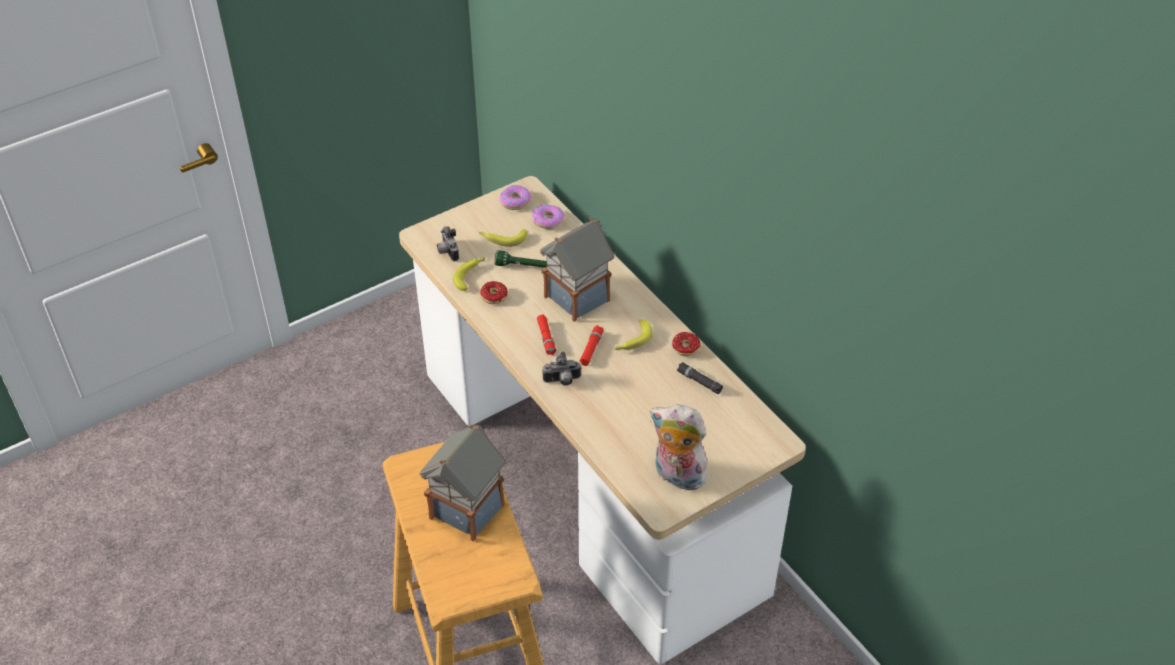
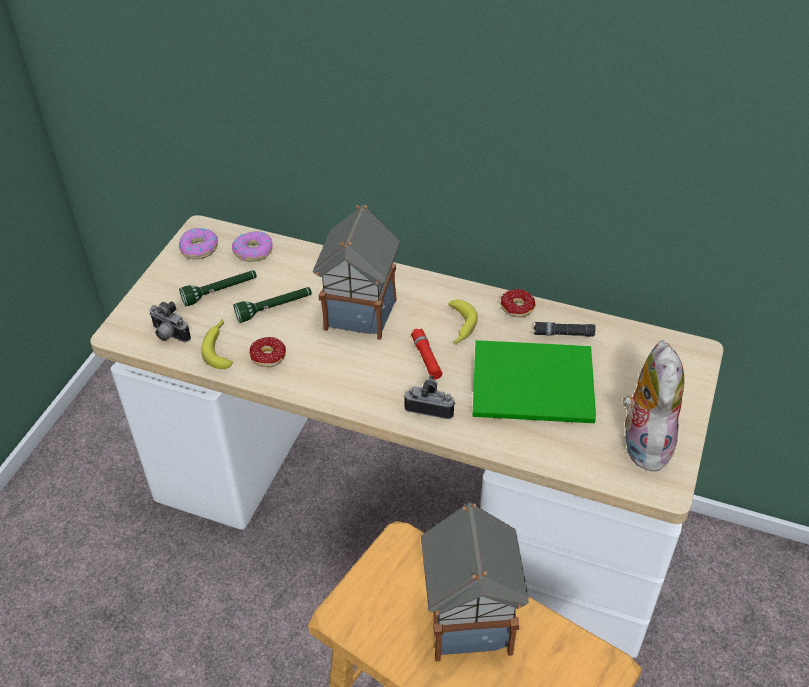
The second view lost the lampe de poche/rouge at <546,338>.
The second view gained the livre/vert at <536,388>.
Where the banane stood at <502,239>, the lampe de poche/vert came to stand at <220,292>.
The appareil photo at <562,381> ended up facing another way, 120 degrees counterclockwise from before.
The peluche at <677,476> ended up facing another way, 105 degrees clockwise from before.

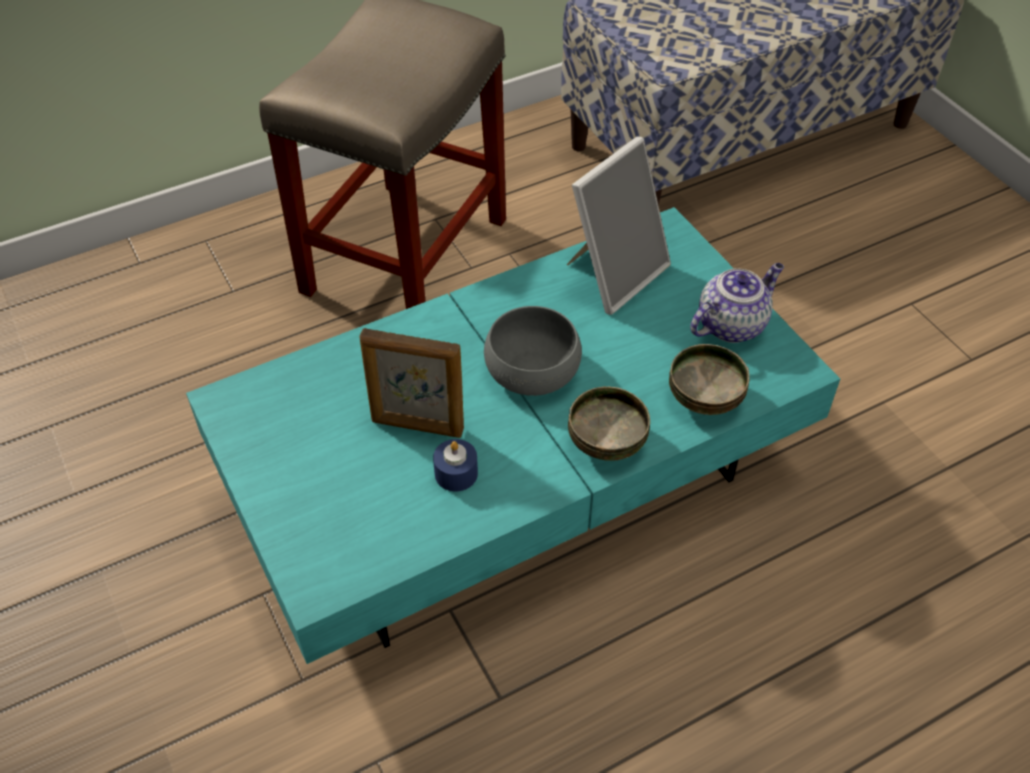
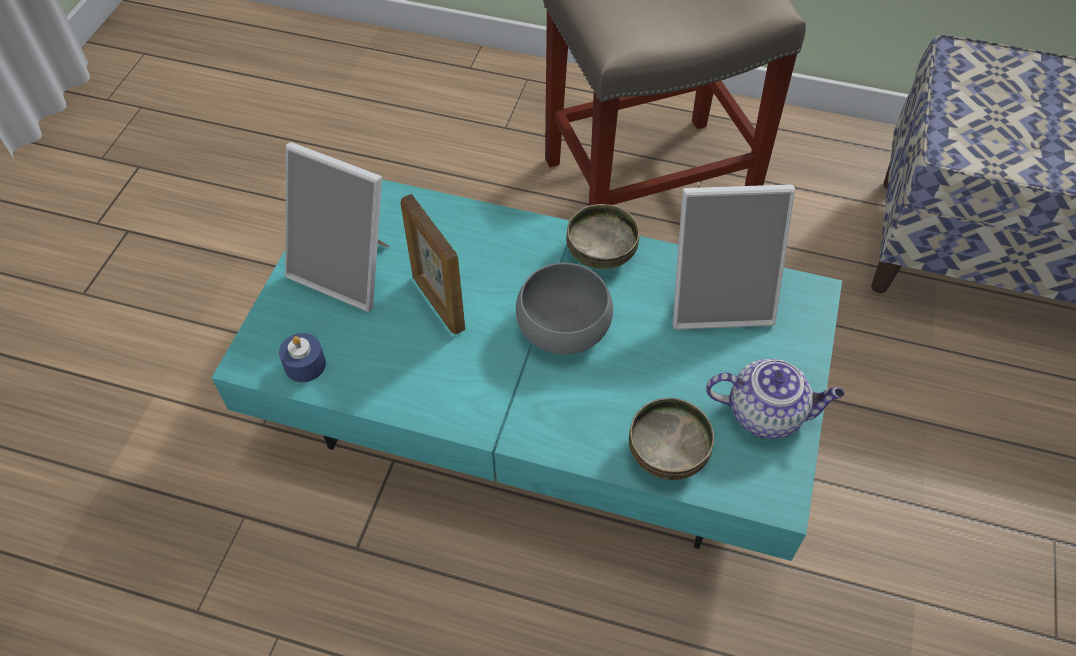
The second view gained the cadre photo at <348,270>.
The bougie/bleu ended up elsewhere, having gone from <456,473> to <305,365>.
The bol ended up elsewhere, having gone from <605,442> to <600,253>.

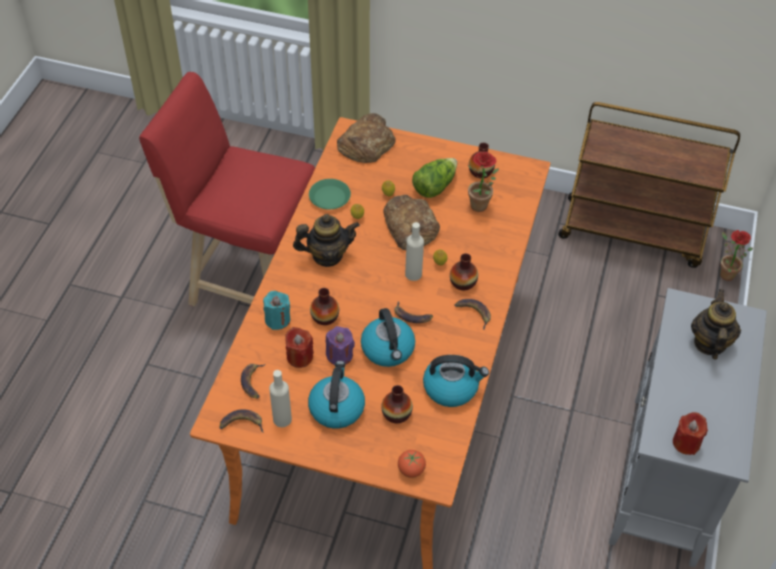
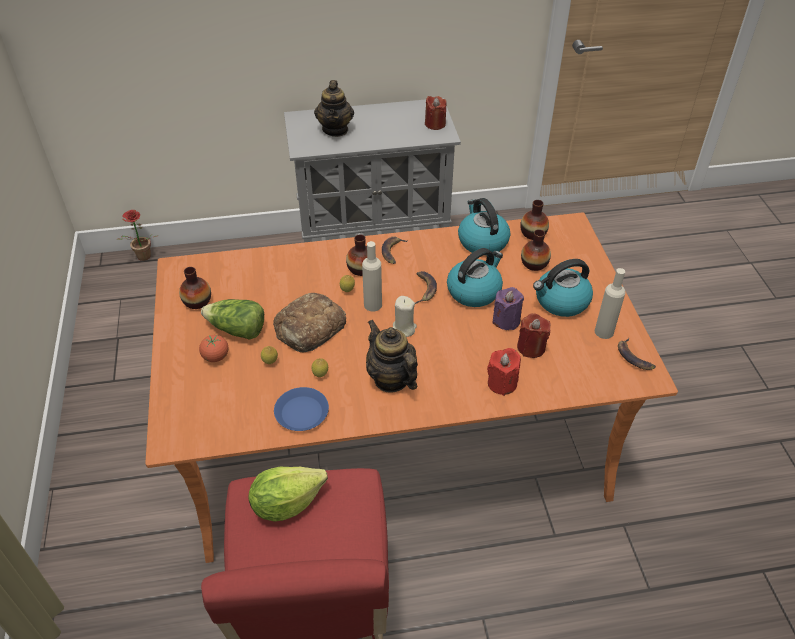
The second view lost the banane at <253,382>.
The second view lost the pain at <366,144>.
The second view lost the plante en pot at <481,208>.
The second view lost the chariot/marron at <633,232>.
The second view gained the laitue at <286,503>.
The second view gained the bougie/beige at <403,328>.
The vase ended up elsewhere, having gone from <325,317> to <533,233>.
The tomate ended up elsewhere, having gone from <411,470> to <216,357>.
What was the bougie/turquoise at <277,319> turned into the bougie/rouge at <502,383>.
What was the assiette/vert at <330,197> turned into the assiette/bleu at <301,412>.
The théière at <709,343> ended up facing another way, 75 degrees counterclockwise from before.

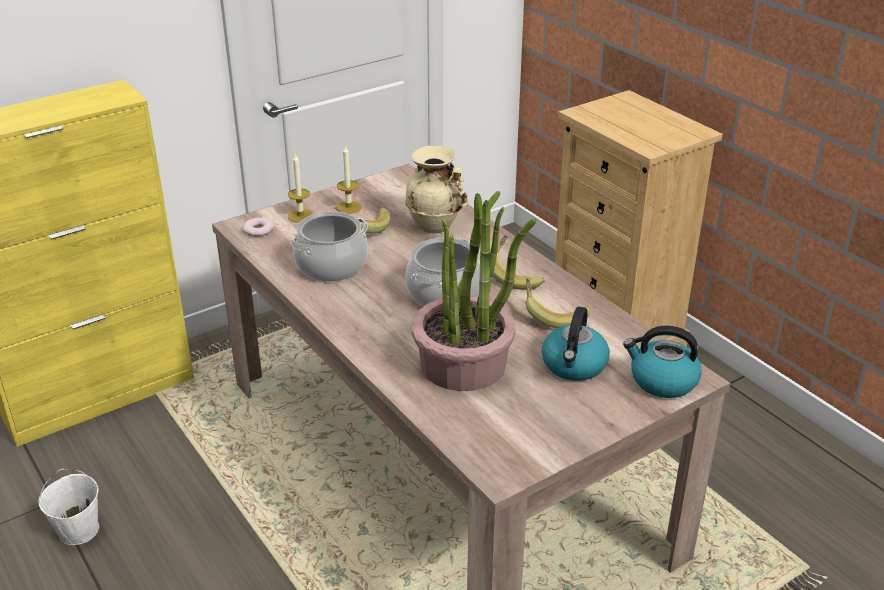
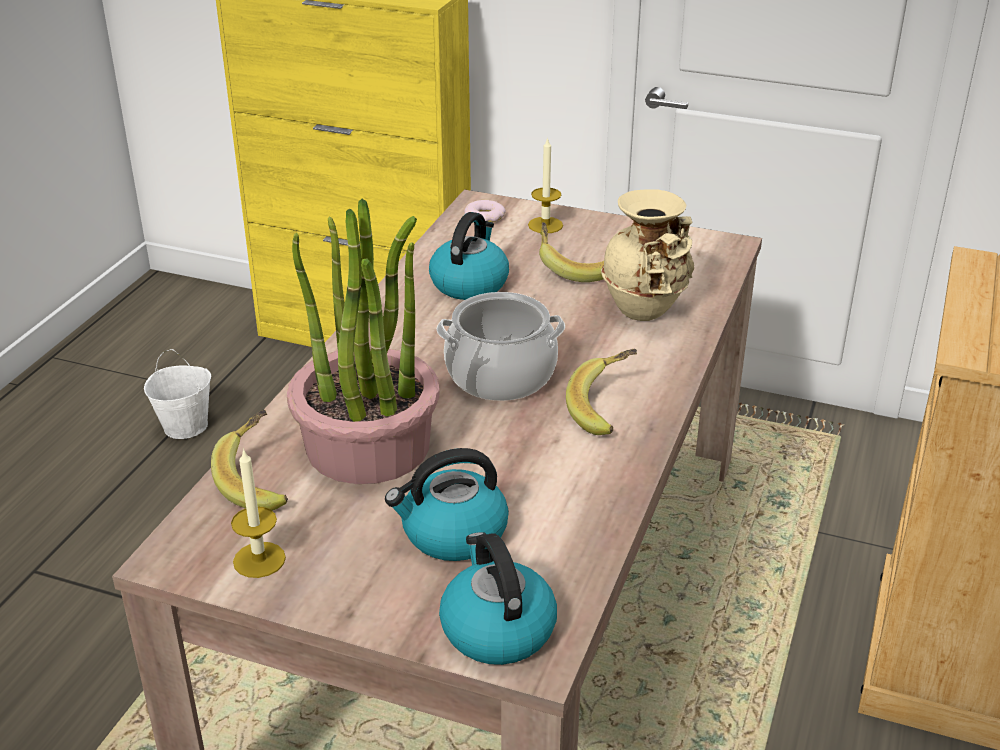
The bougie ended up elsewhere, having gone from <348,207> to <259,560>.
The banane ended up elsewhere, having gone from <552,315> to <261,481>.
Where the marmite stood at <332,266>, the bouilloire came to stand at <469,283>.

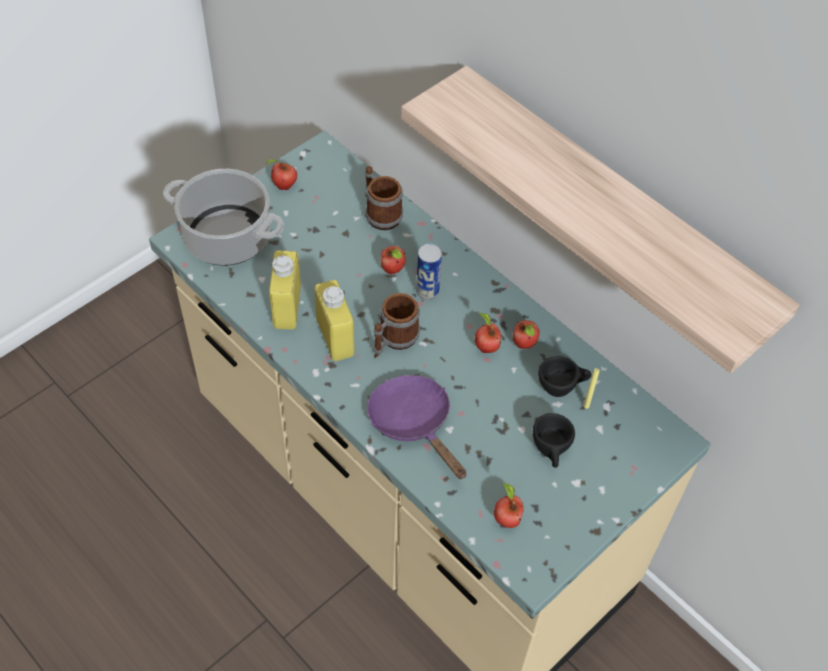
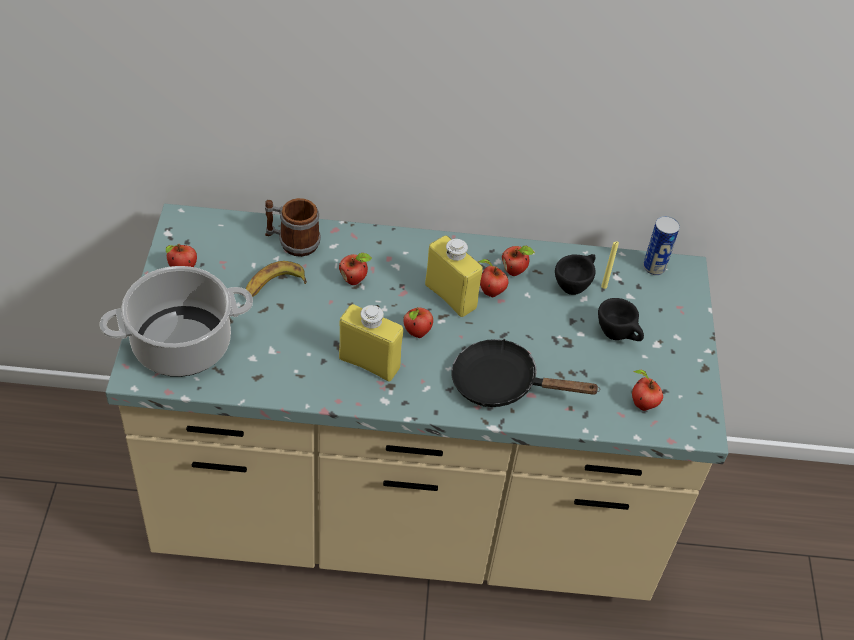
The second view lost the étagère at <610,213>.
The second view gained the banane at <273,286>.
The bouteille/jaune ended up elsewhere, having gone from <287,307> to <450,296>.
The boîte métallique ended up elsewhere, having gone from <427,291> to <654,267>.
Where the mug stood at <393,340>, the pomme came to stand at <417,334>.
What was the poêle/violet at <414,423> turned into the poêle/noir at <502,384>.

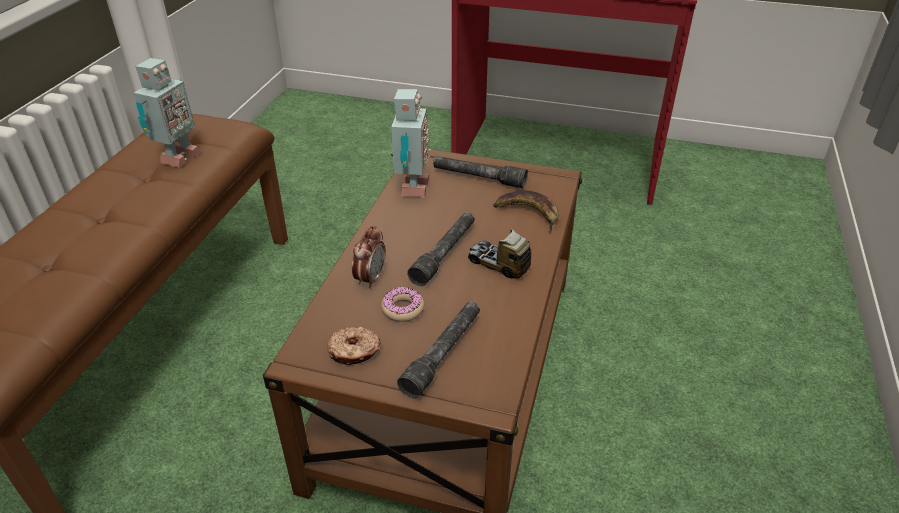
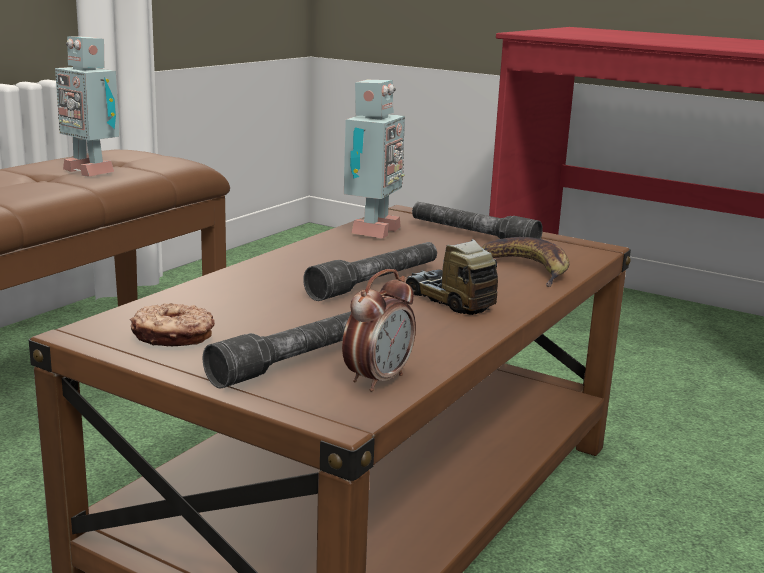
The second view lost the beignet at <402,309>.
The réveil ended up elsewhere, having gone from <370,278> to <378,380>.
The robot jouet at <177,158> ended up facing another way, 90 degrees clockwise from before.

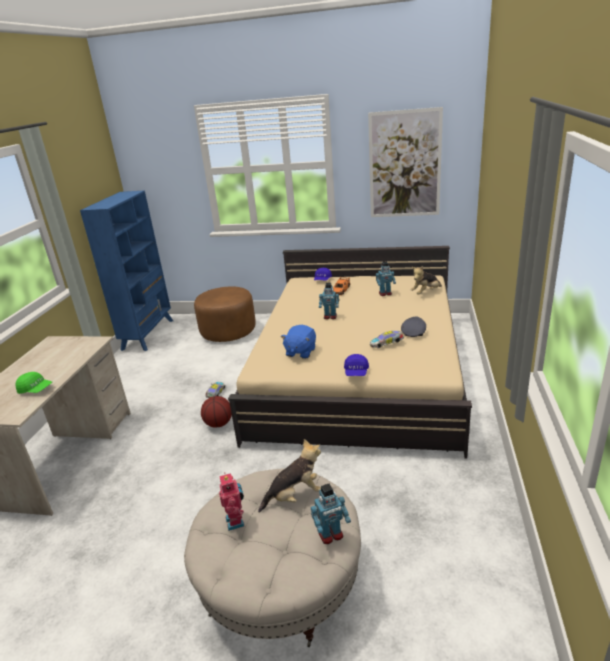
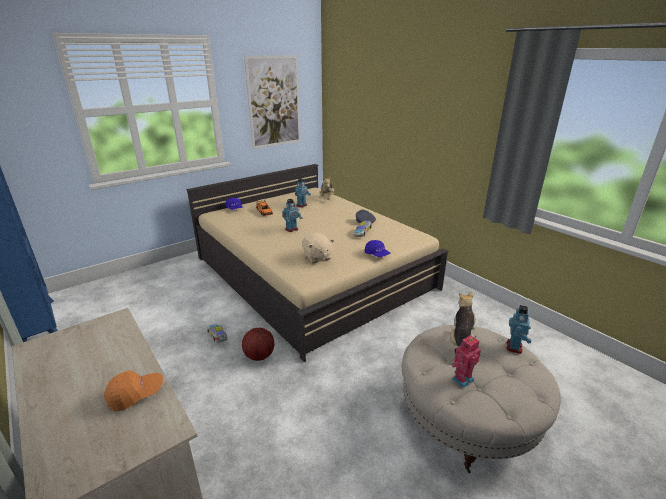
The second view lost the pouf/marron at <228,331>.
What was the casquette/vert at <36,389> turned into the casquette/orange at <136,395>.
What was the peluche/bleu at <300,352> turned into the peluche/beige at <317,257>.
The robot jouet at <236,521> ended up facing another way, 60 degrees counterclockwise from before.

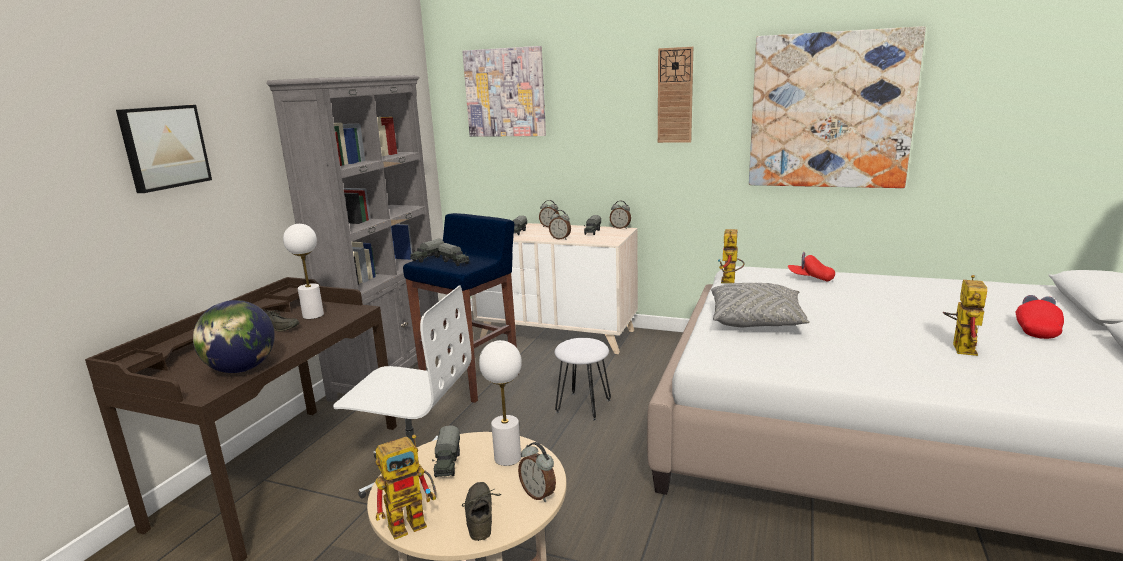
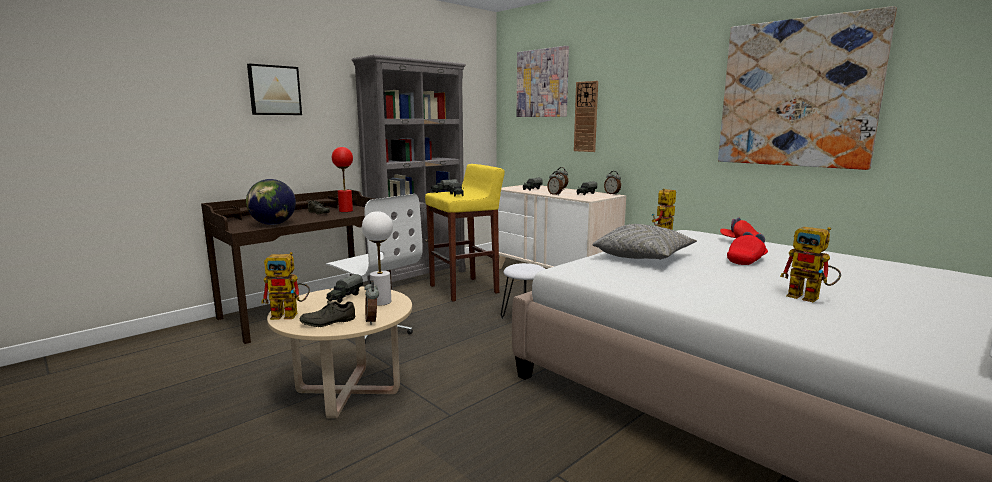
The horloge murale ended up elsewhere, having gone from <675,95> to <586,117>.
The casquette/rouge ended up elsewhere, having gone from <1036,329> to <746,260>.
What was the lampe de table/blanc at <313,315> turned into the lampe de table/rouge at <345,211>.
What was the tabouret/bleu at <471,379> turned into the tabouret/jaune at <465,289>.
The chaussure/gris at <482,515> ended up facing another way, 135 degrees counterclockwise from before.
The robot jouet at <960,346> ended up facing another way, 90 degrees clockwise from before.

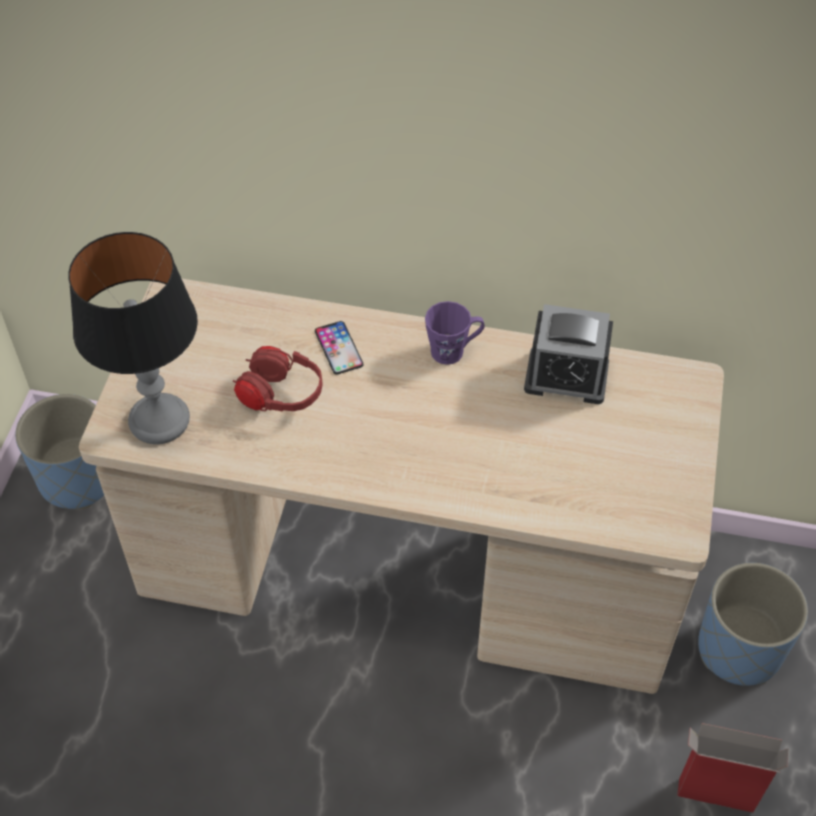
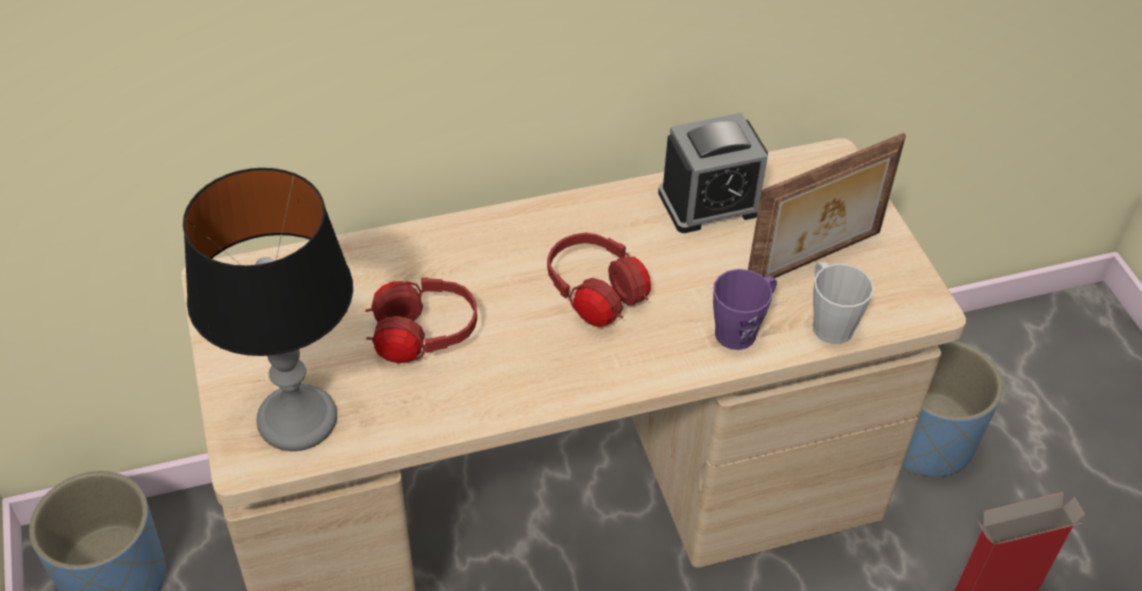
The second view lost the téléphone at <338,348>.
The second view gained the casque audio/rouge at <596,296>.
The second view gained the cadre photo at <815,261>.
The second view gained the mug/gris at <828,322>.
The mug/violet ended up elsewhere, having gone from <453,350> to <741,329>.

